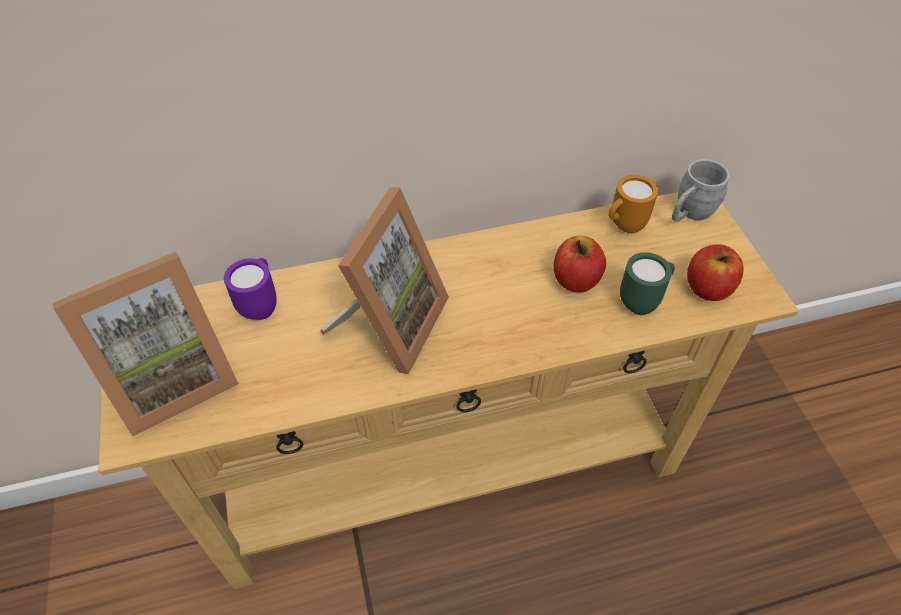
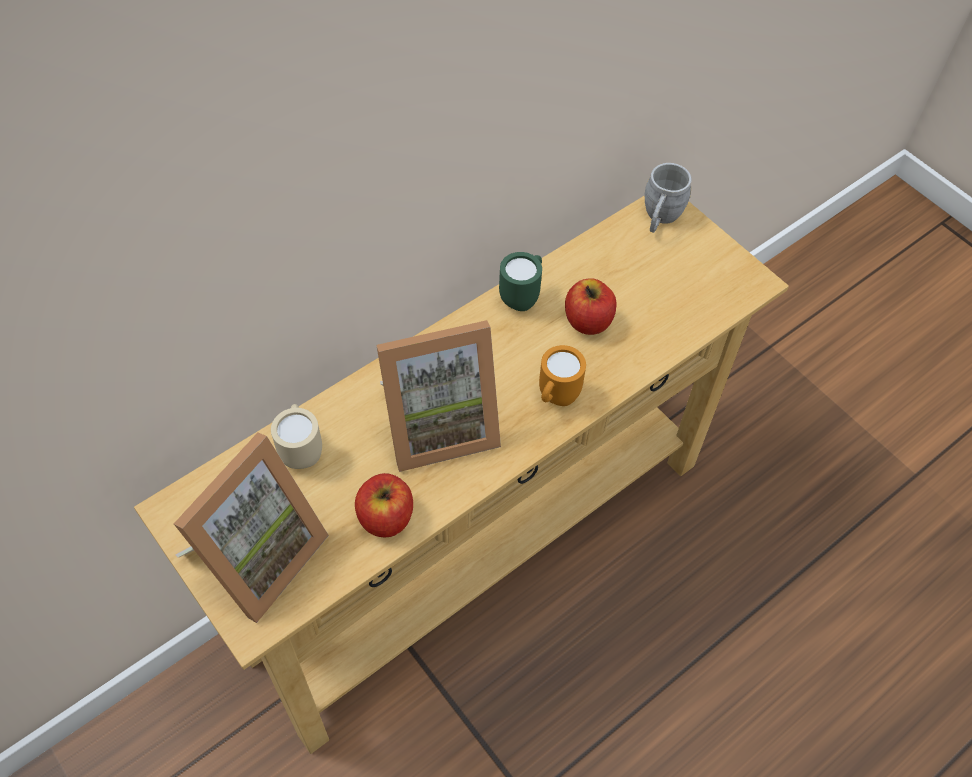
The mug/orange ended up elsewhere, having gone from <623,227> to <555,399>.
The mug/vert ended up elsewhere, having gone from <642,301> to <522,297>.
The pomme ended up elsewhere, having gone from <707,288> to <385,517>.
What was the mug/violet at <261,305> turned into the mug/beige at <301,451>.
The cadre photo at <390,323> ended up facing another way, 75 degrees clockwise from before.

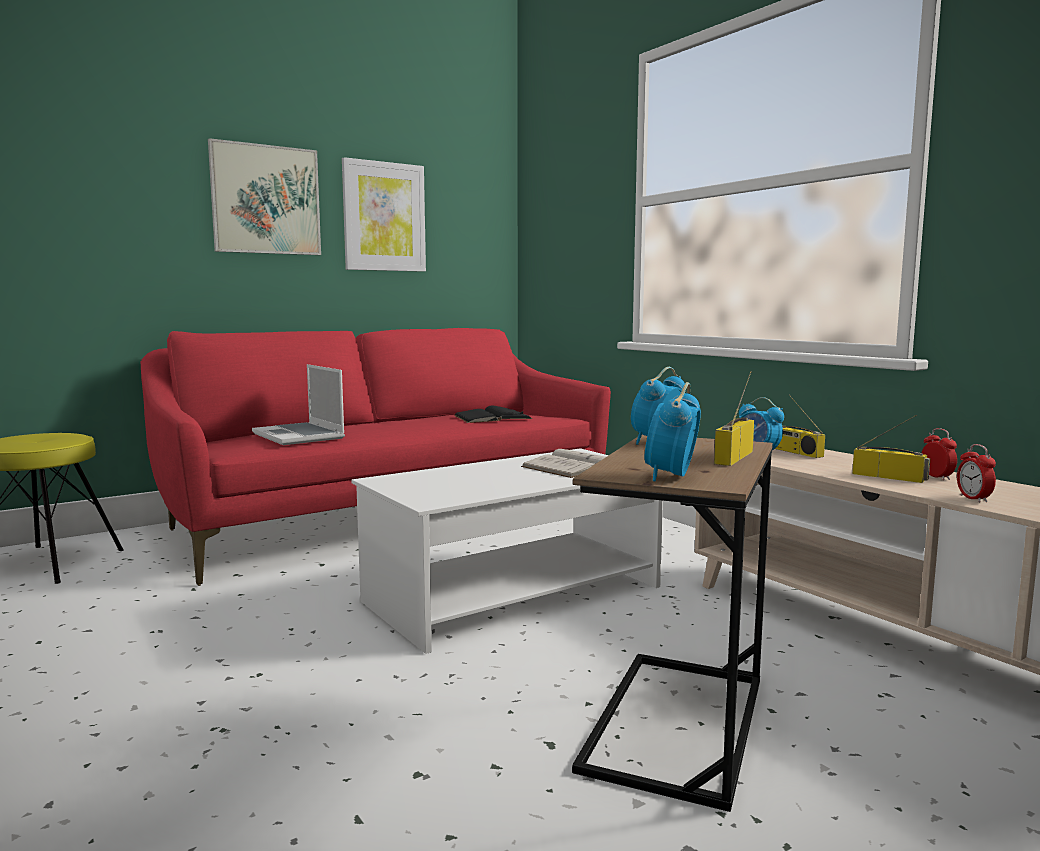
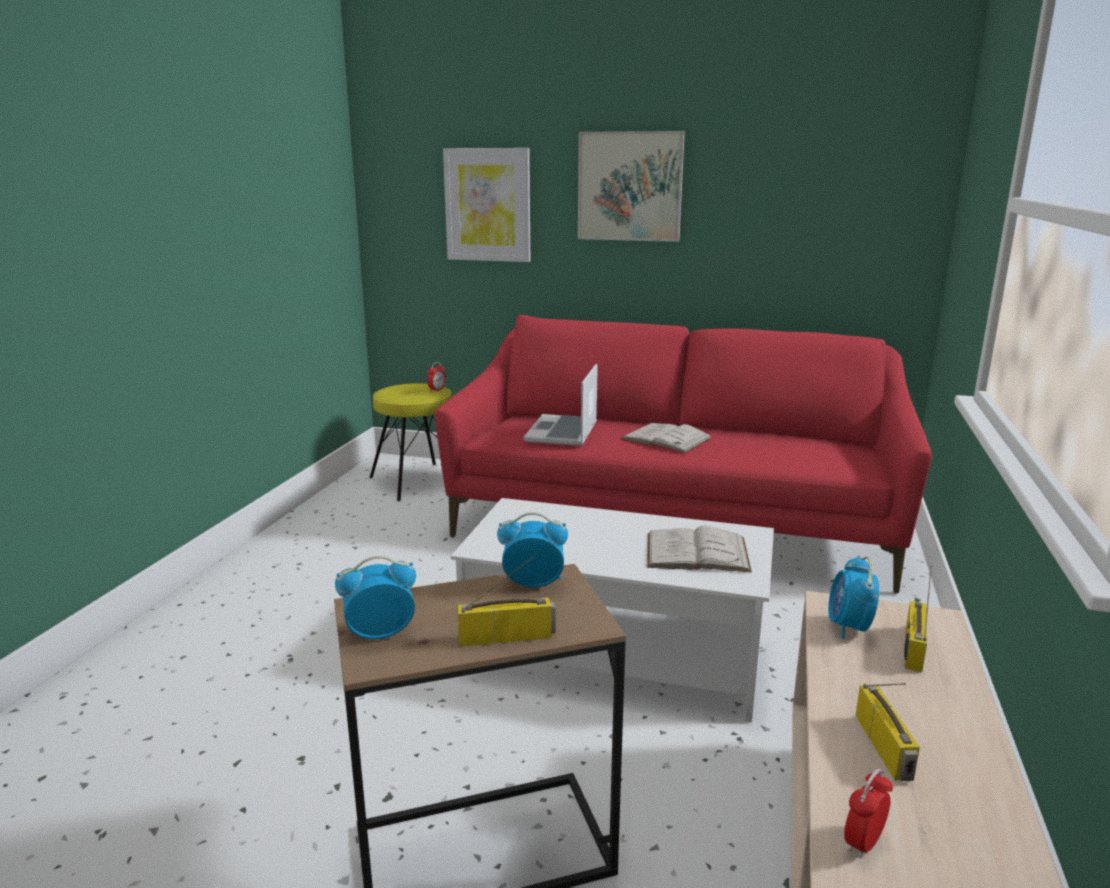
The second view lost the livre/noir at <492,417>.
The second view gained the livre/blanc at <666,438>.
The tableau ended up elsewhere, having gone from <384,217> to <488,205>.
The réveil ended up elsewhere, having gone from <936,477> to <437,390>.

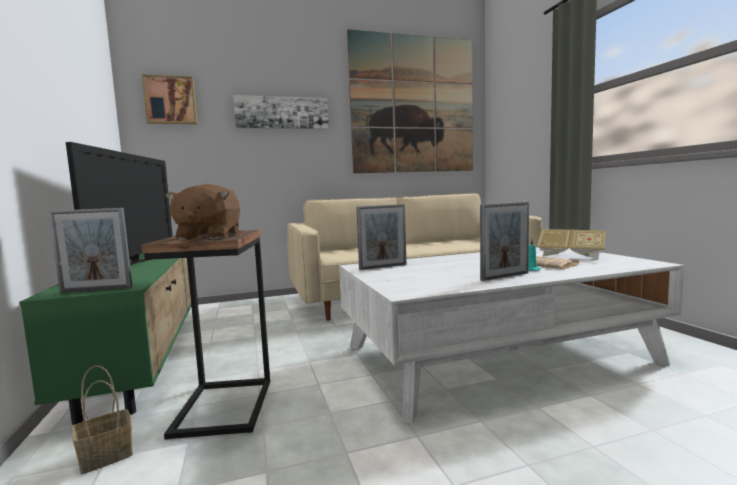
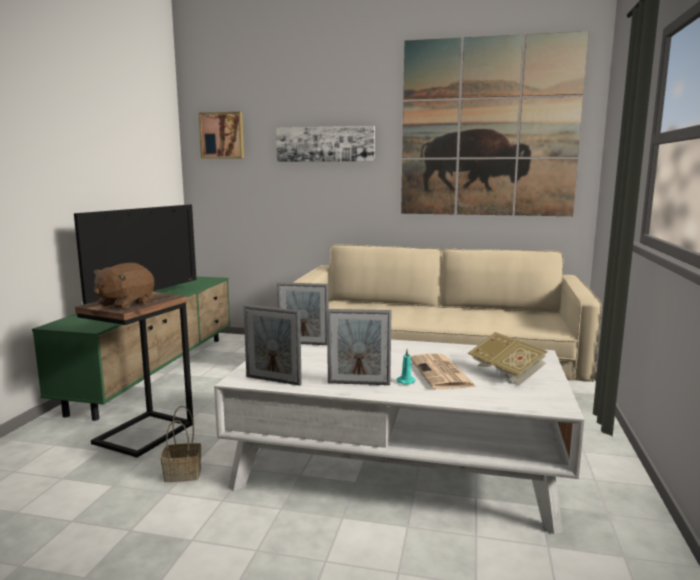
The cadre photo ended up elsewhere, having gone from <96,289> to <273,380>.
The panier ended up elsewhere, having gone from <108,455> to <184,473>.

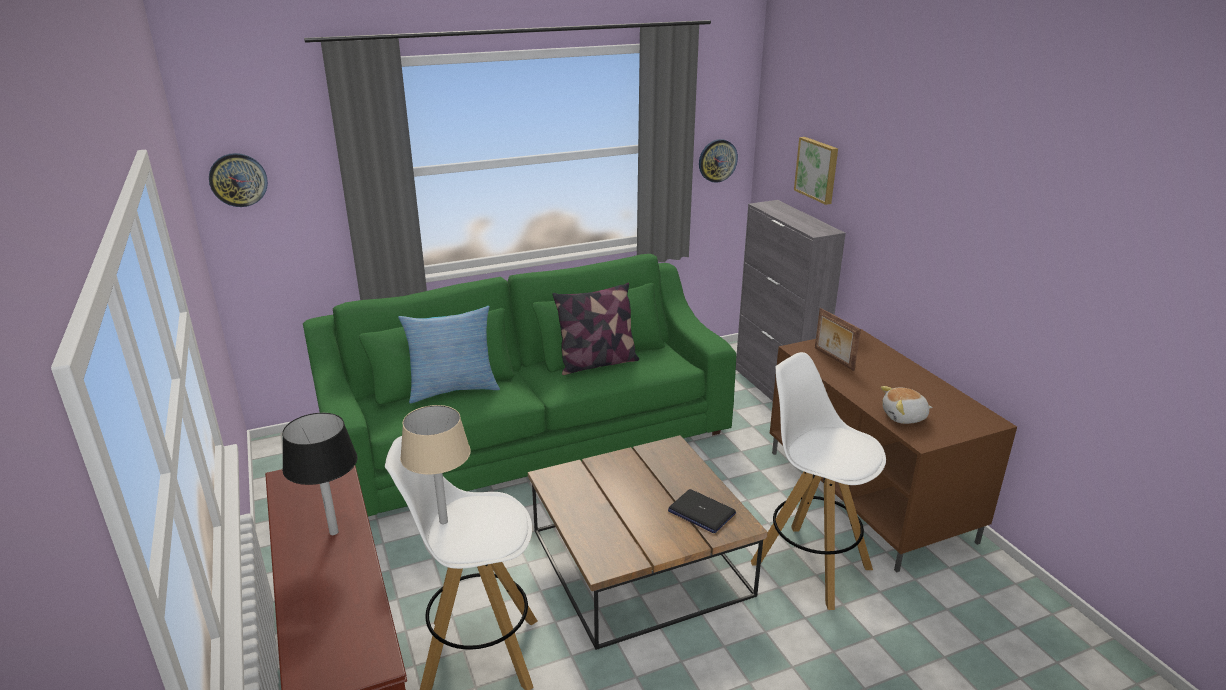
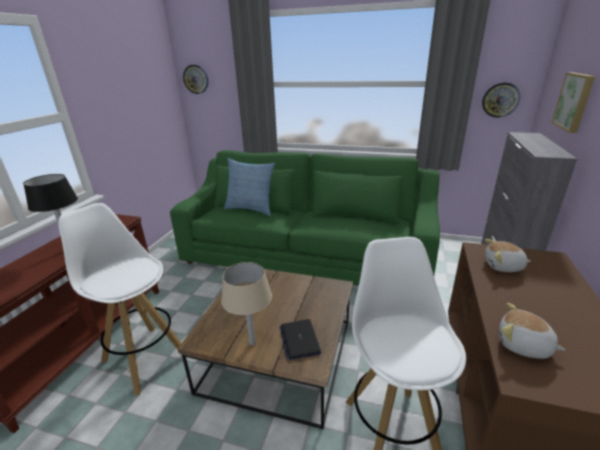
The second view lost the coussin at <597,363>.
The lampe de table/beige ended up elsewhere, having gone from <443,521> to <252,343>.
Where the cadre photo stood at <833,359>, the peluche came to stand at <503,266>.

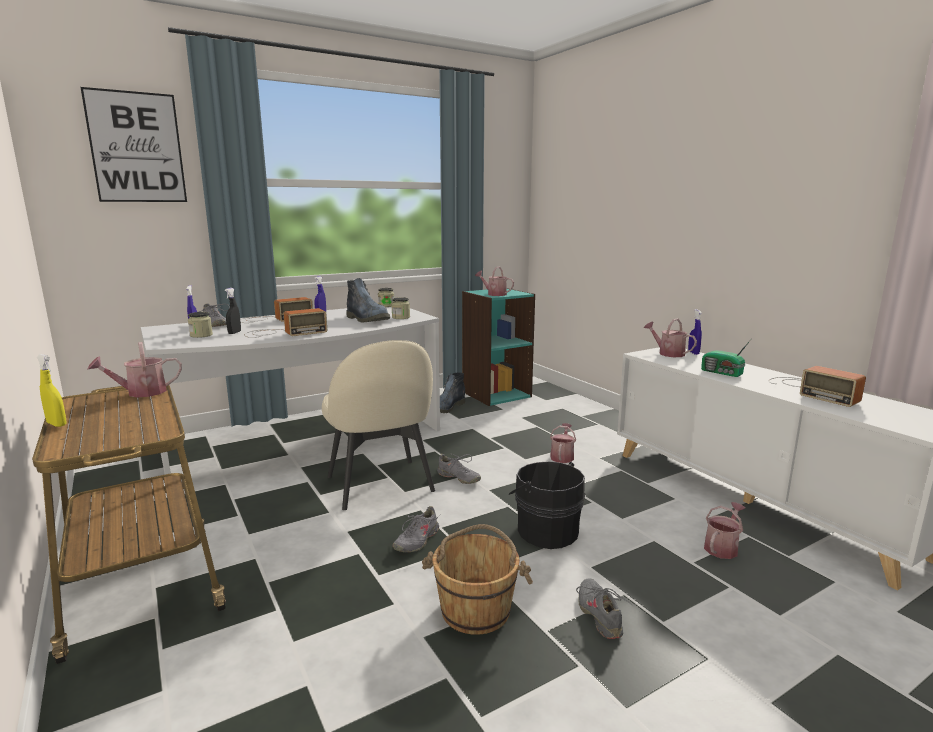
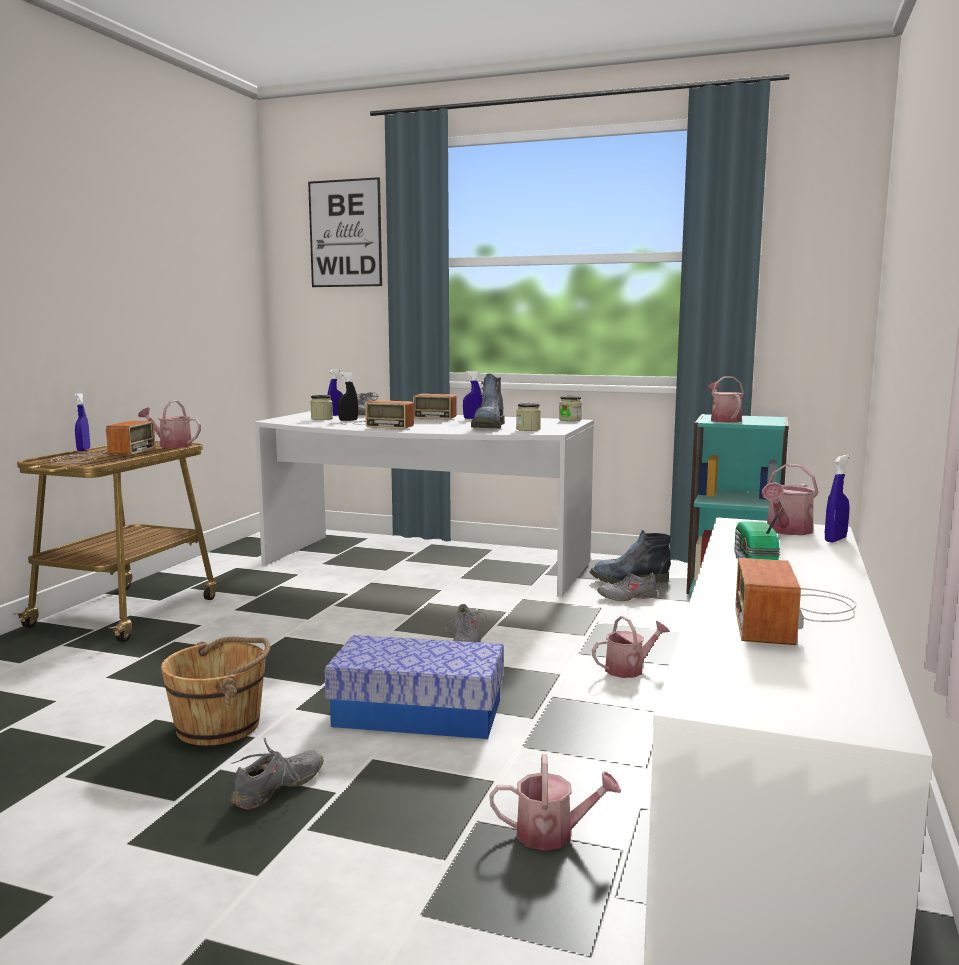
The second view lost the chaise/beige at <380,485>.
The second view gained the radio at <101,455>.
The chaussure/gris ended up elsewhere, having gone from <416,540> to <627,597>.
Where the seau/noir stood at <546,530>, the boîte de rangement came to stand at <418,713>.
What was the vaporisateur/jaune at <56,424> turned into the vaporisateur/bleu at <83,450>.
The arrosoir at <668,353> ended up facing another way, 150 degrees counterclockwise from before.

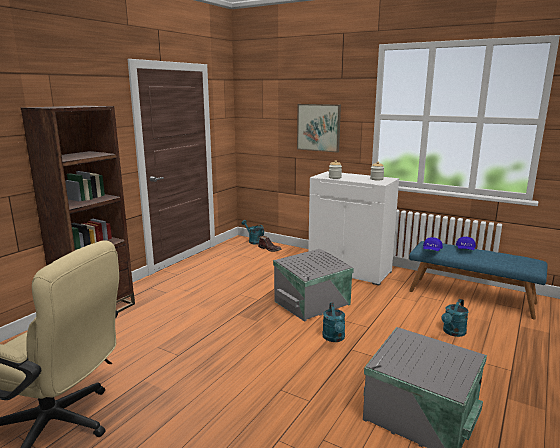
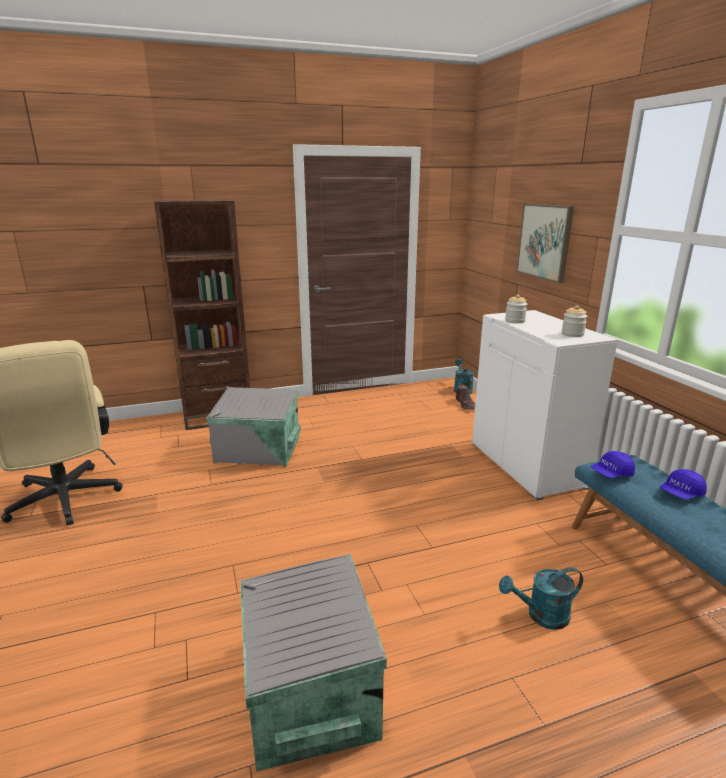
The second view lost the arrosoir/turquoise at <334,338>.
The boîte de rangement/gris ended up elsewhere, having gone from <313,303> to <258,450>.

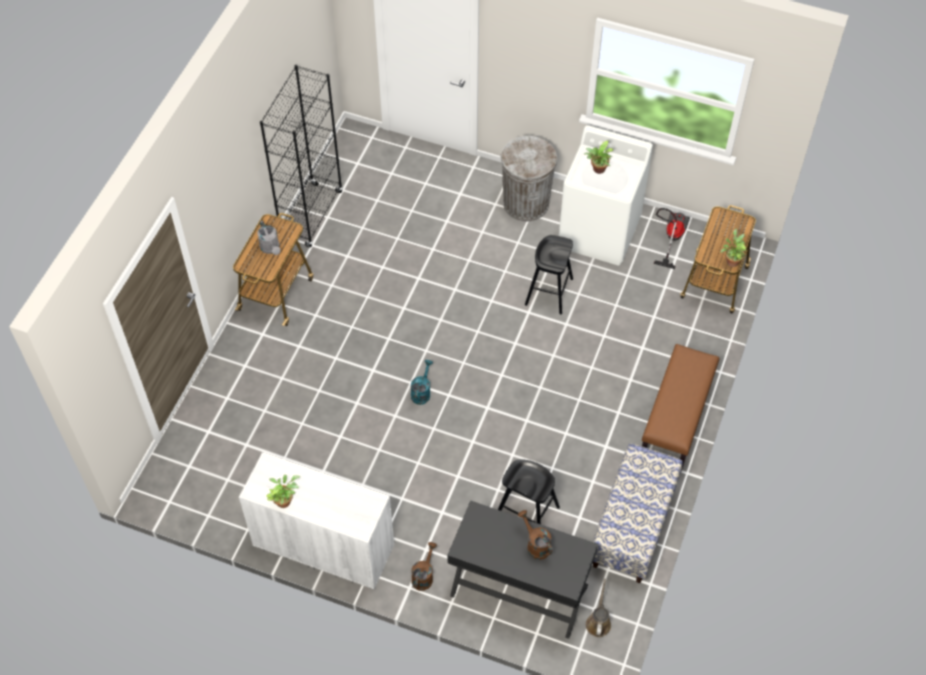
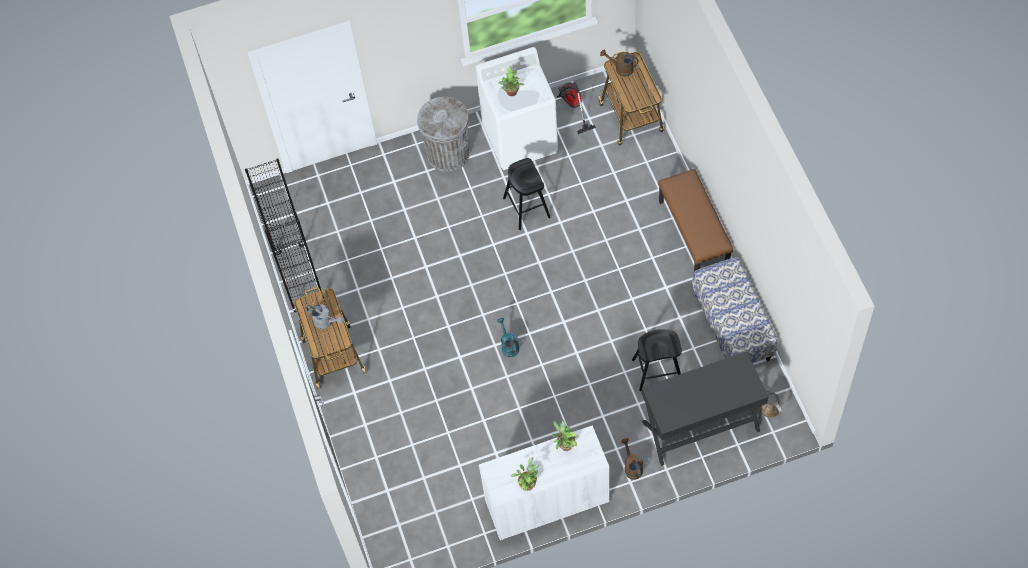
The arrosoir/marron ended up elsewhere, having gone from <535,545> to <621,69>.
The plante en pot ended up elsewhere, having gone from <731,261> to <564,445>.

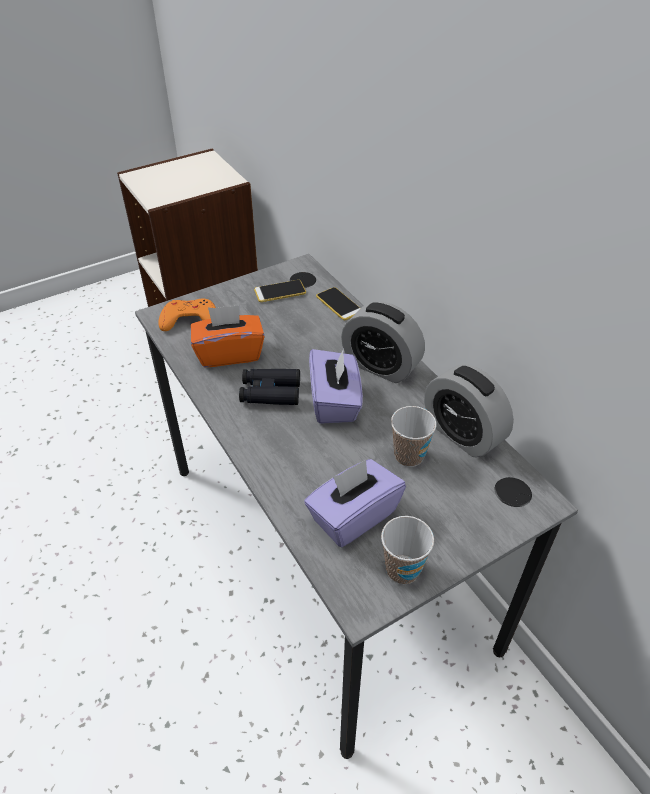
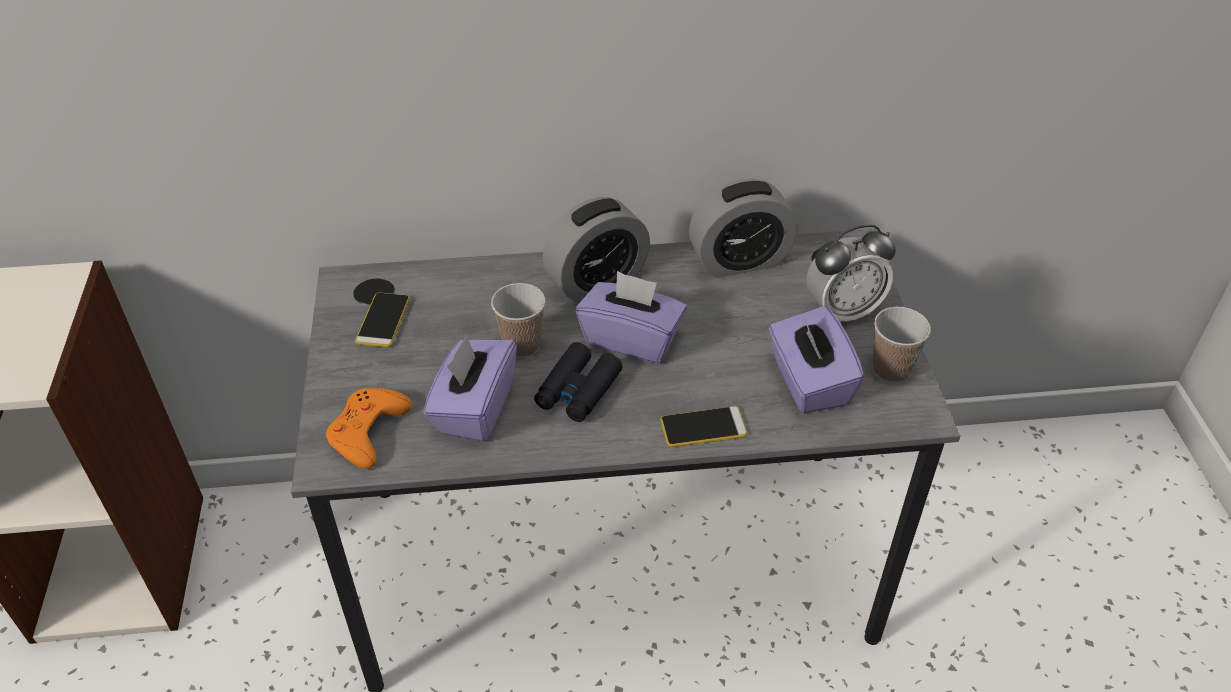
The second view gained the réveil at <843,311>.
The téléphone ended up elsewhere, having gone from <339,304> to <703,427>.
The tasse ended up elsewhere, having gone from <409,456> to <522,345>.
What was the boîte à mouchoirs/orange at <229,353> turned into the boîte à mouchoirs/violet at <474,408>.

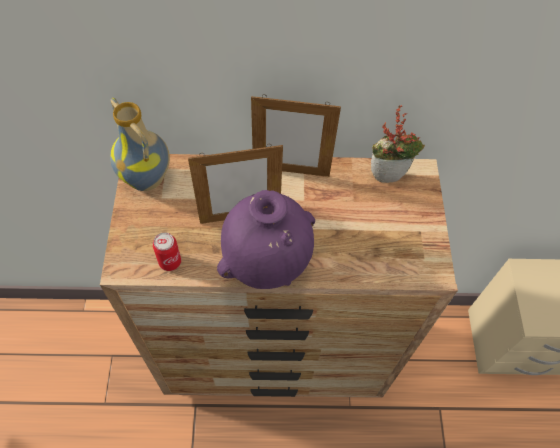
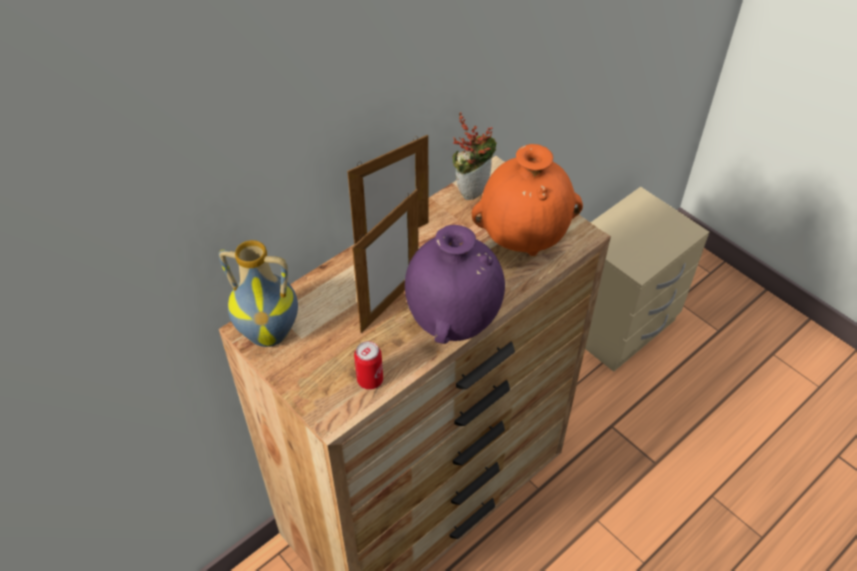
The second view gained the vase/orange at <524,240>.

